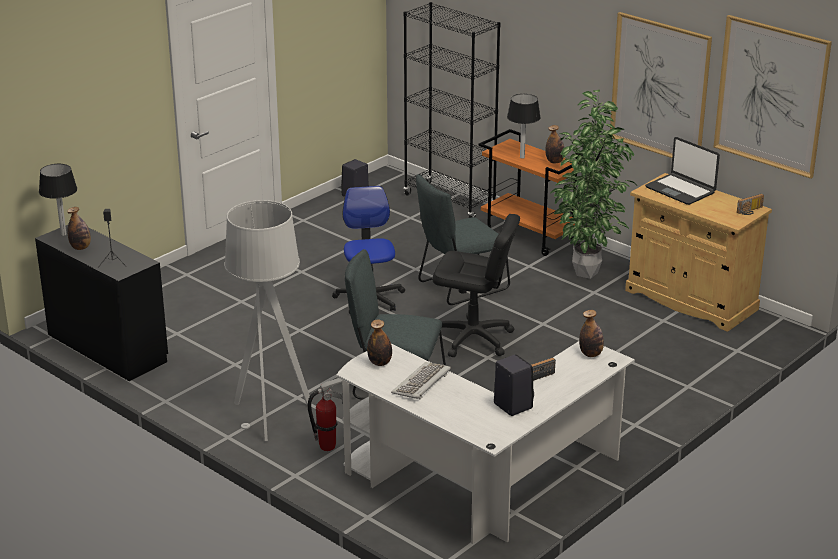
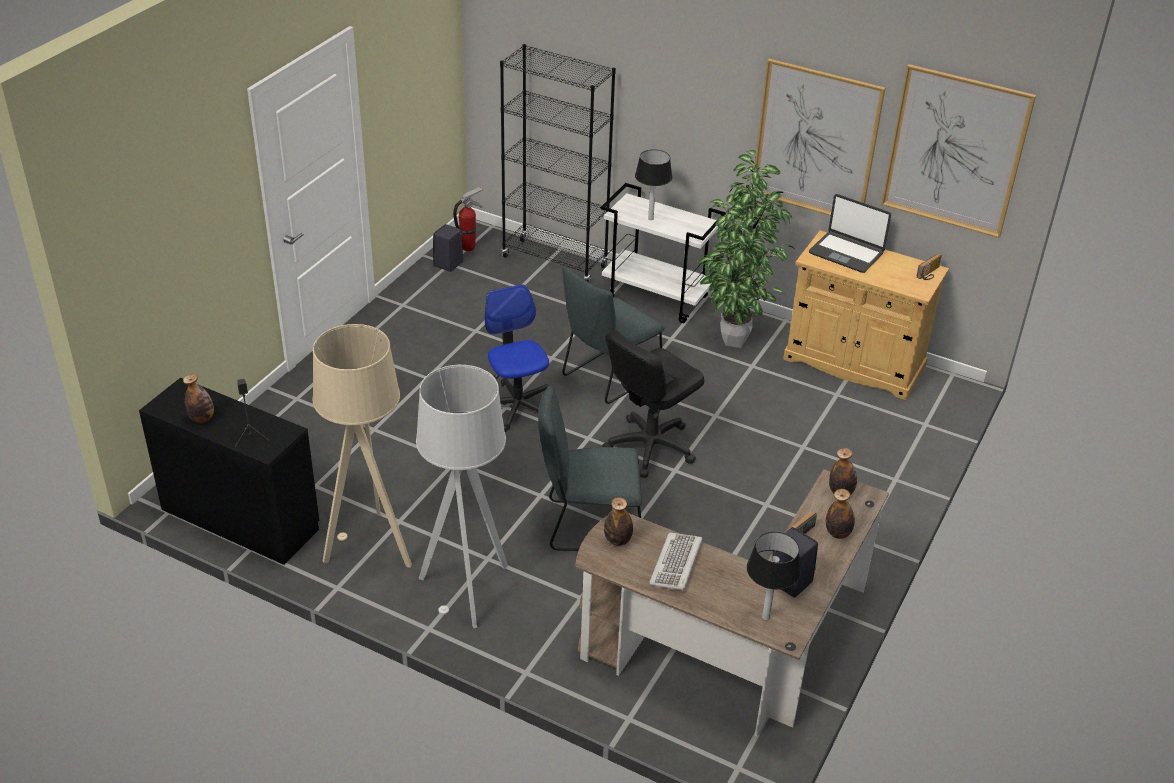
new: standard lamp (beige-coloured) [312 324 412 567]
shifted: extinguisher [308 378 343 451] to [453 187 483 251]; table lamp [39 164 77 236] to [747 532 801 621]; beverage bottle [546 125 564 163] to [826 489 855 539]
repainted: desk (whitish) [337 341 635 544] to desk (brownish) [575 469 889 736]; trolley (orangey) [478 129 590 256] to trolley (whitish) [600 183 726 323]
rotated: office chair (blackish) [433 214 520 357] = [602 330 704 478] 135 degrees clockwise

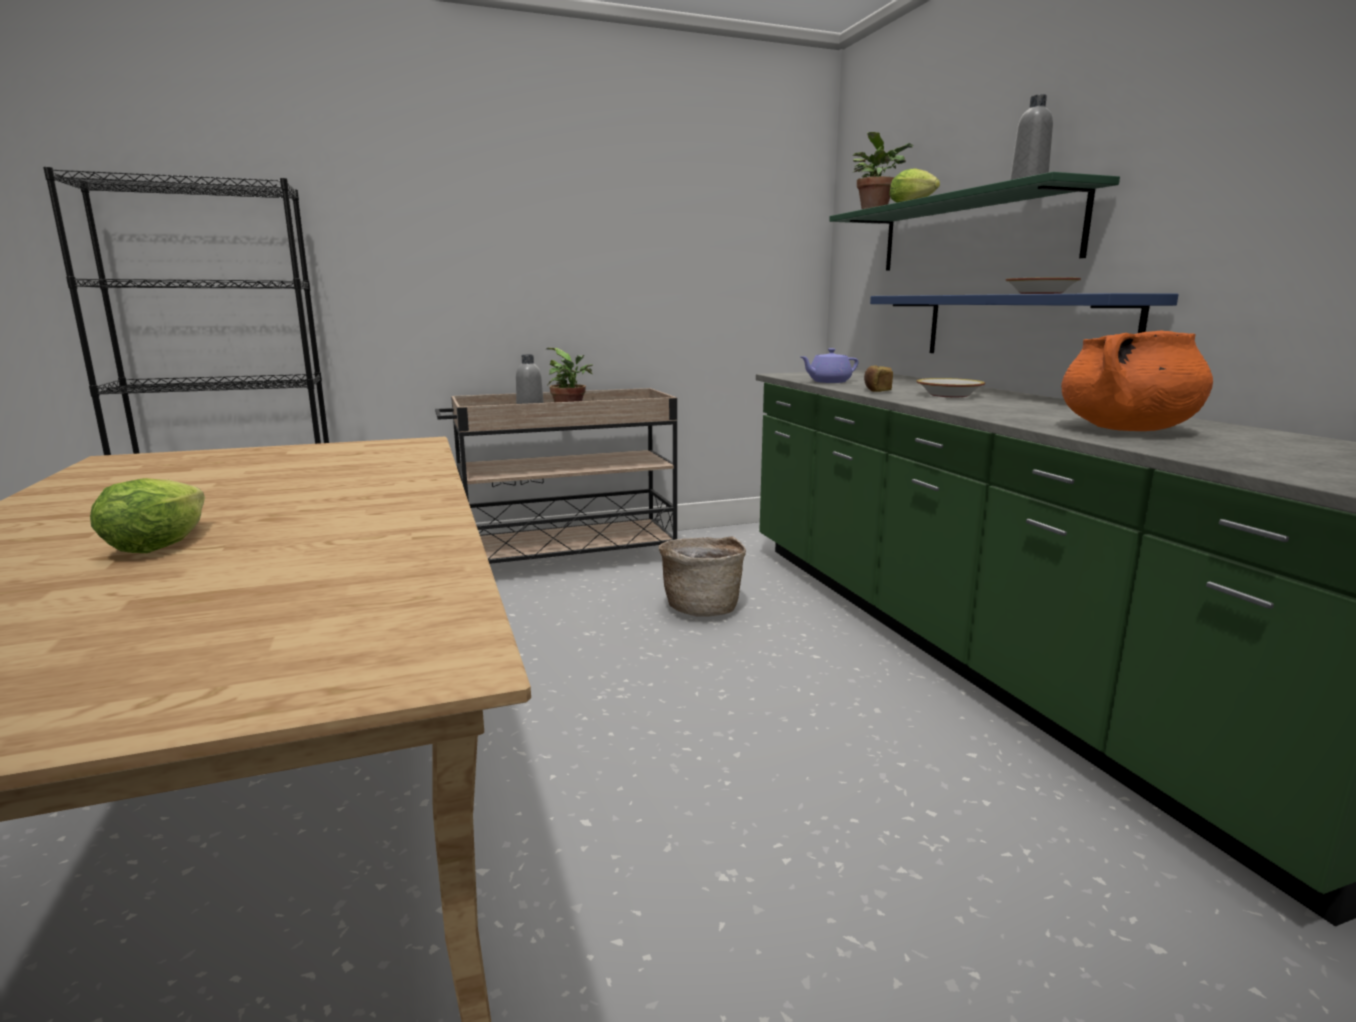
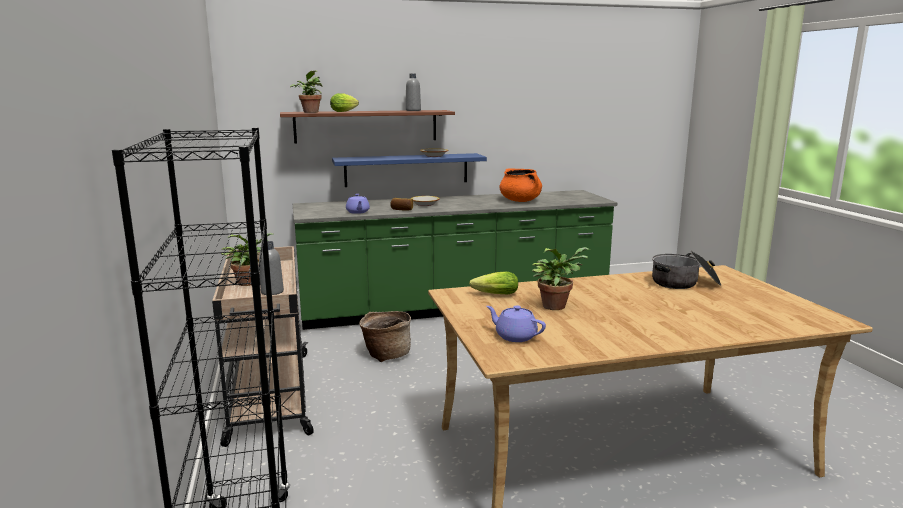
new: teapot (purple) [486 305 546 342]; houseplant [532 247 590 310]; cooking pot [652 251 721 289]
shifted: lettuce head [90 478 205 553] to [469 272 518 295]
repainted: wall shelf (green-coloured) [829 172 1120 271] to wall shelf (brownish) [280 110 455 144]

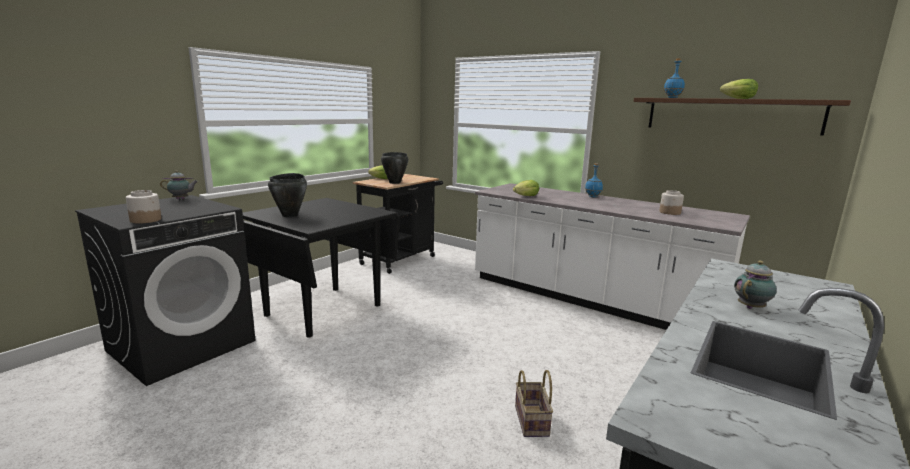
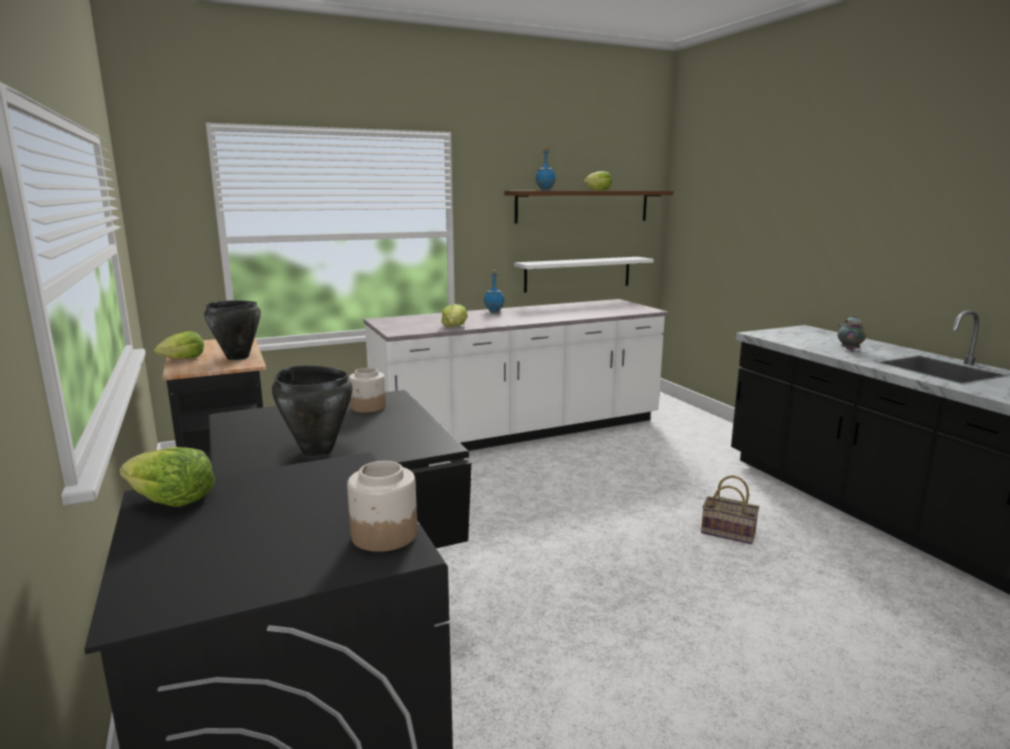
new: wall shelf (whitish) [514 257 654 293]
shifted: preserve jar [659 190 684 215] to [349 368 386 413]
swapped: teapot [160 171 198 199] to lettuce head [120 447 215 507]

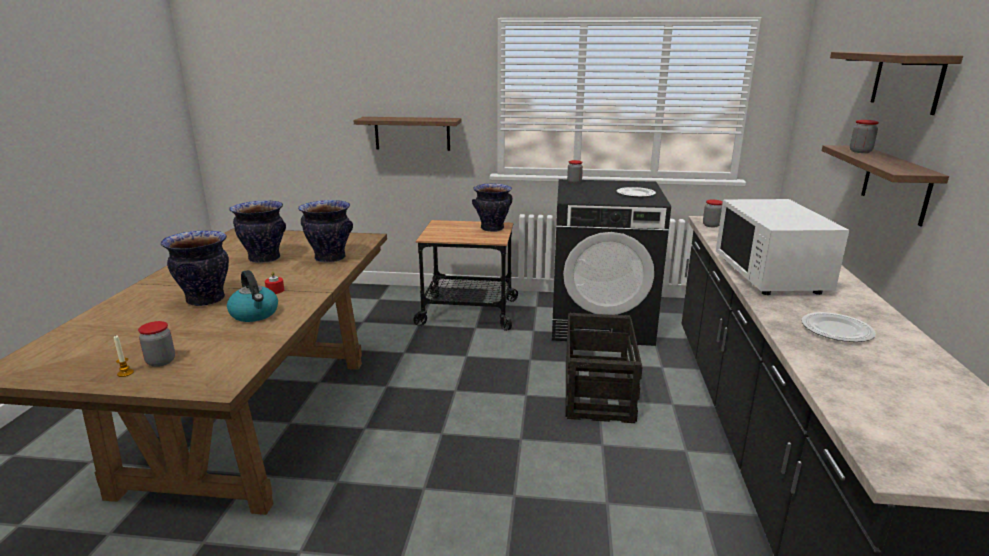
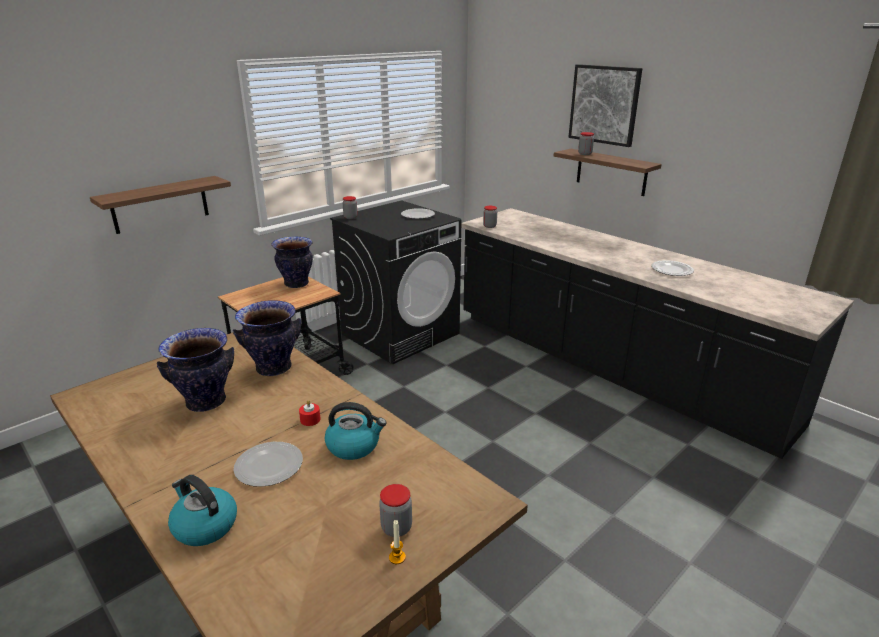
gone: shipping crate [566 313 643 423]; kitchen microwave (whitish) [716 199 849 295]
new: tea kettle [168 475 237 546]
swapped: flower vase [161 231 229 306] to plate [233 442 303 487]; wall shelf [830 52 963 115] to wall picture [568 64 643 147]

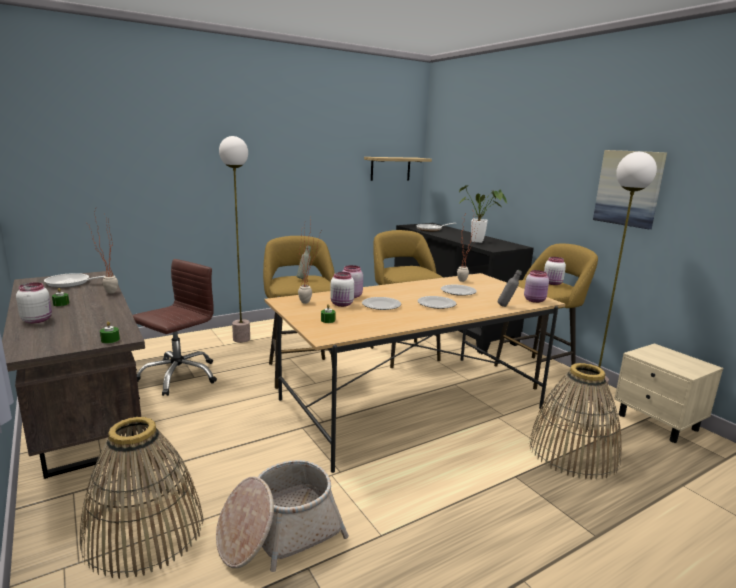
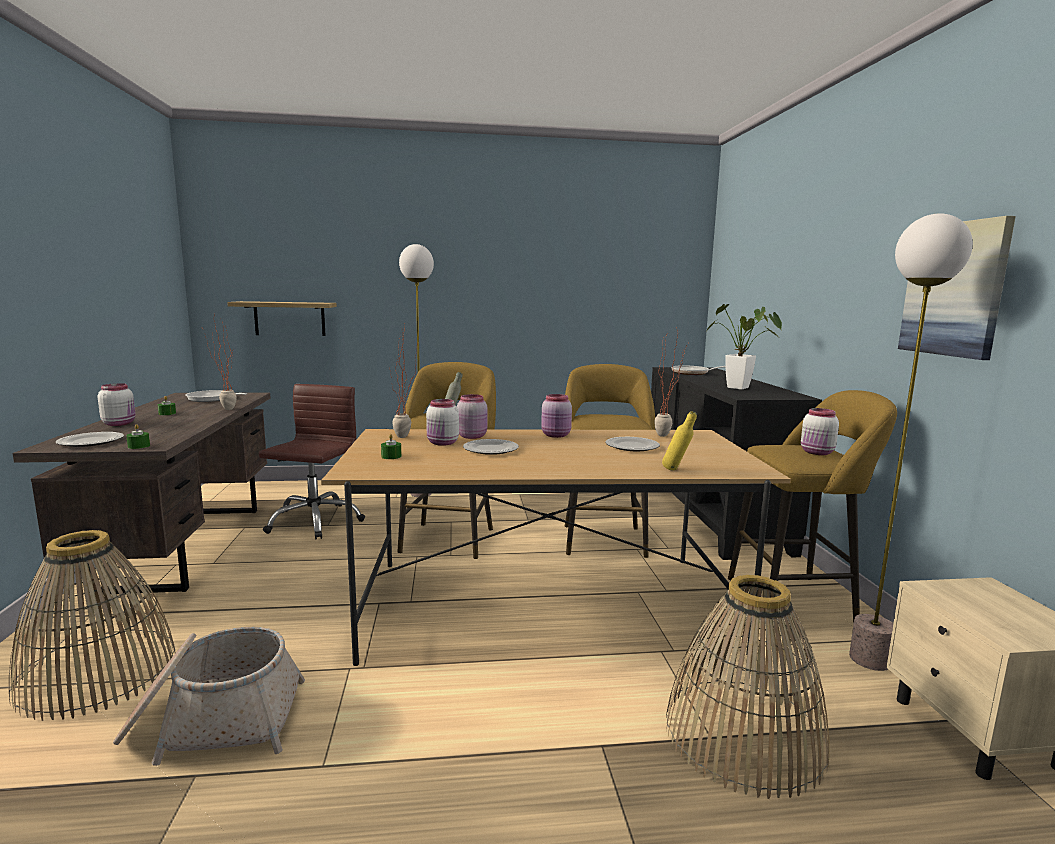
shifted: plate [418 296 456 309] to [56 432 124 447]; wall shelf [364 157 432 181] to [227 301 337 336]; preserve jar (pink) [524 270 549 303] to [541 394 572 438]
repainted: beverage bottle (gray) [498 270 522 307] to beverage bottle (yellow) [662 411 697 471]
rotated: office chair (brownish) [133 259 217 396] = [259 384 365 539] 45 degrees counterclockwise

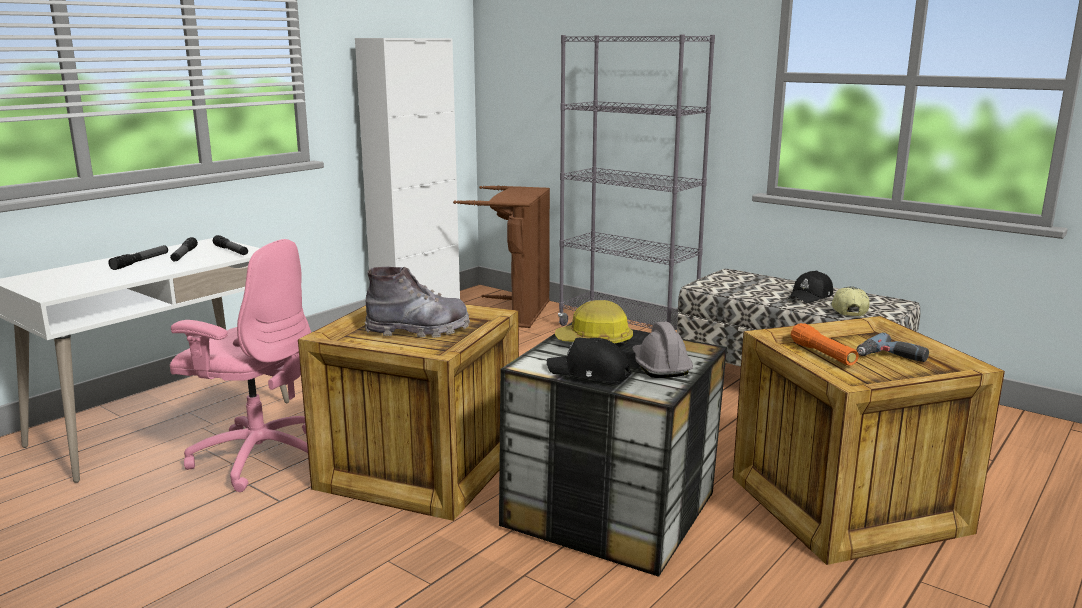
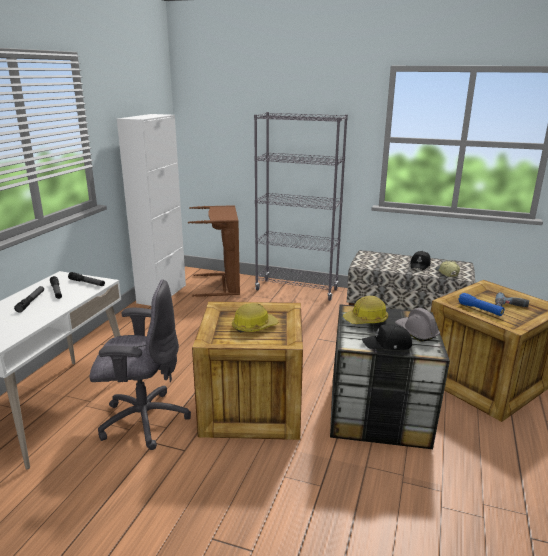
swapped: high-top boot (gray) [365 267 470 338] to safety helmet [232 303 278 332]
repainted: office chair (pink) [170 239 311 492] to office chair (gray) [90 279 191 450]; torch (orangey) [791 323 858 366] to torch (blue) [458 293 505 316]

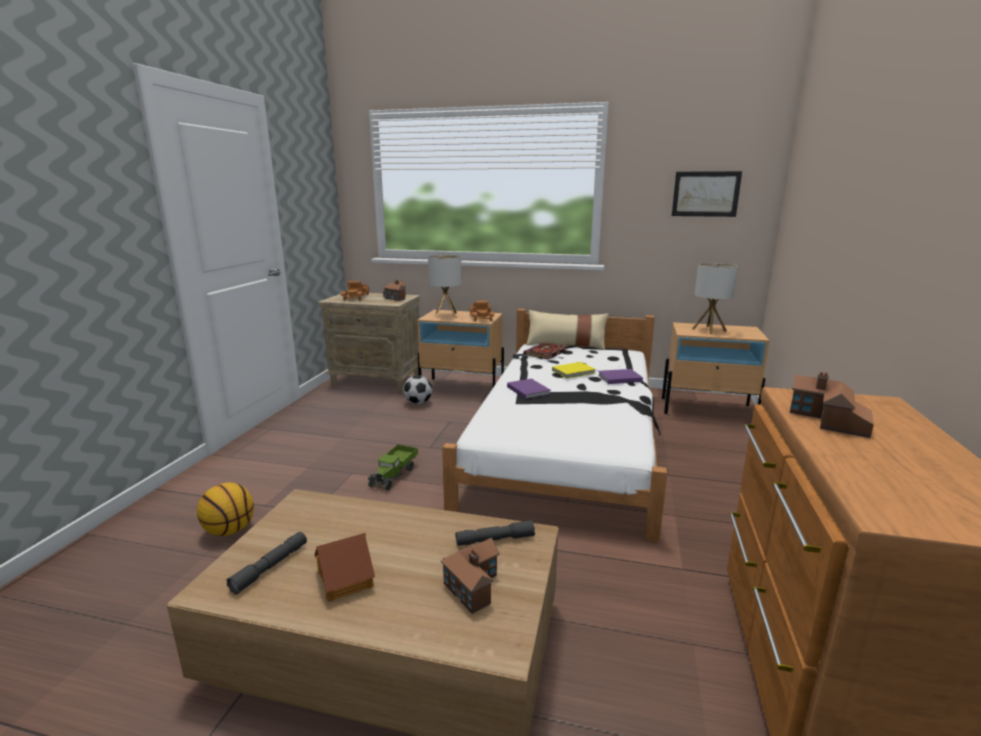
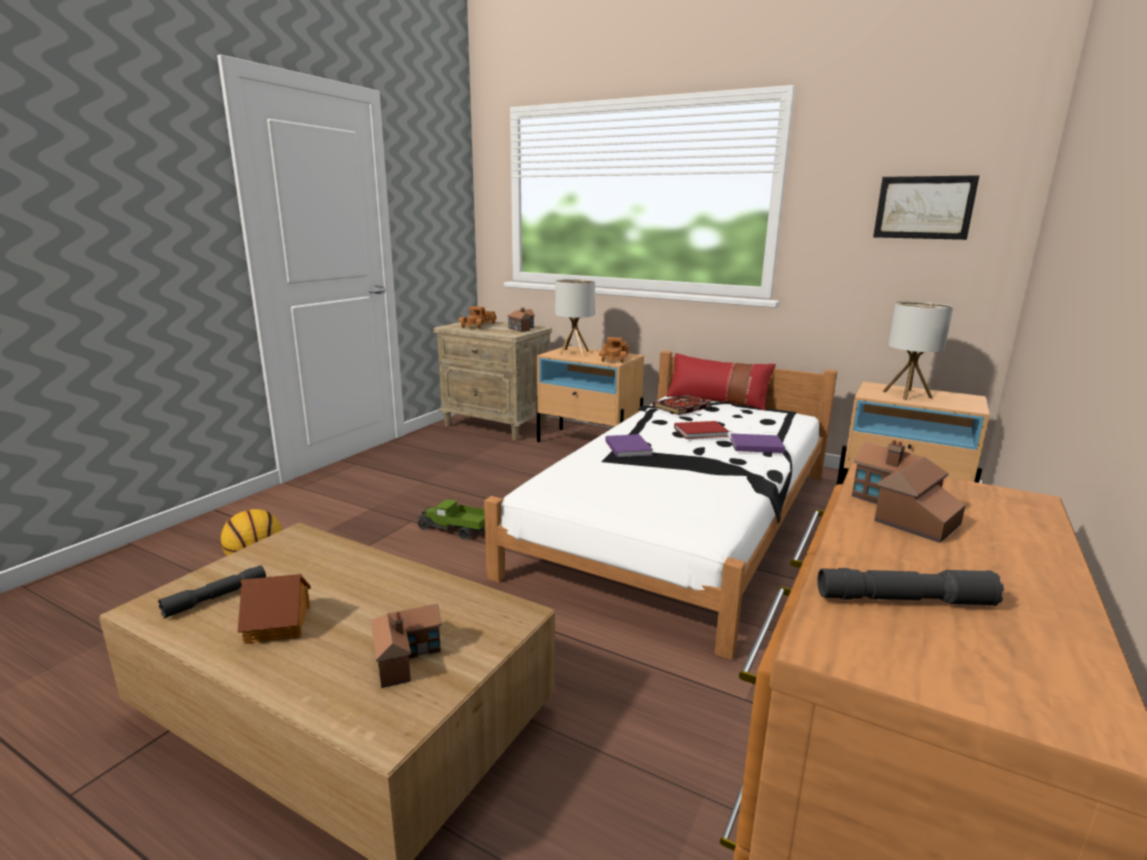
gone: ball for football [403 375 432 404]
shifted: torch (gray) [456 520 535 546] to [817 568 1004 606]
repainted: cushion (beige-coloured) [526 310 608 350] to cushion (red) [666 353 776 410]; bound book (yellow) [552 362 596 379] to bound book (red) [674 421 729 439]
rotated: toy truck [368 444 418 491] = [417 499 485 540] 75 degrees clockwise

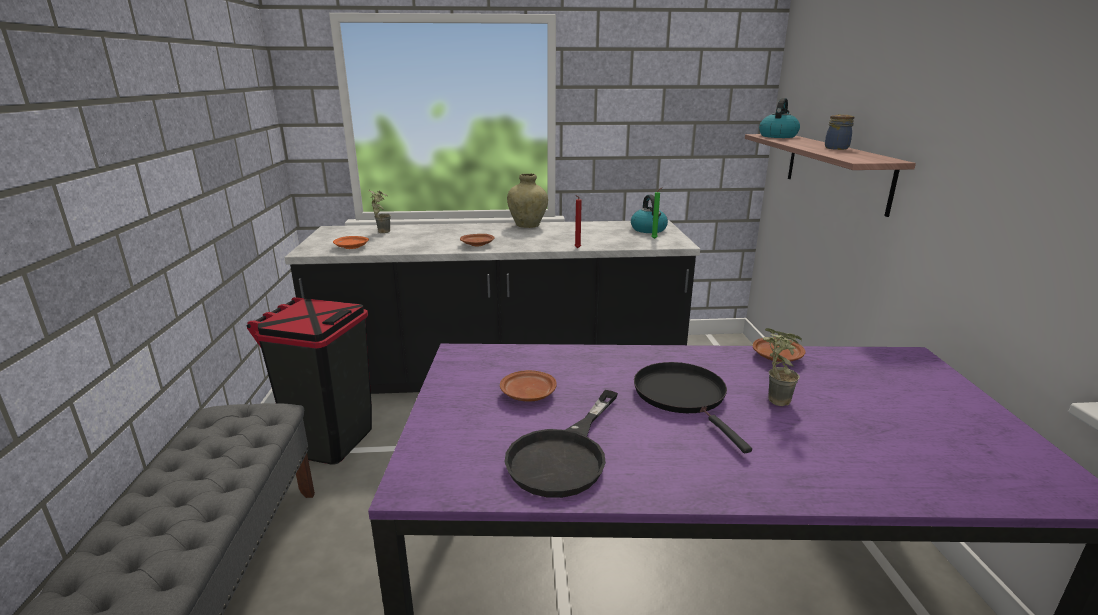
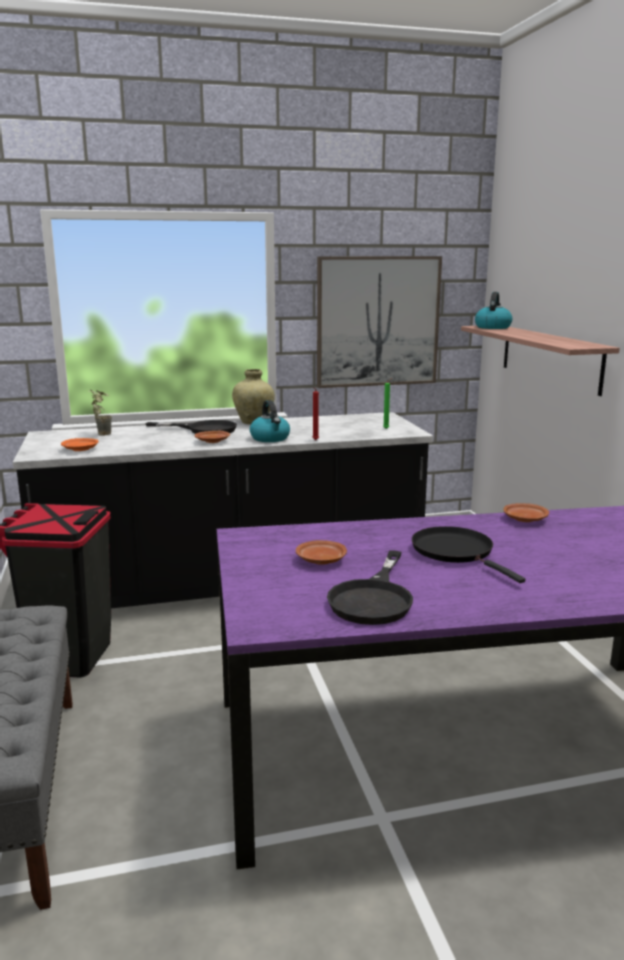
gone: houseplant [763 328 802 406]; preserve jar [825 114 854 150]
new: pan (blackish) [145 420 237 434]; wall picture [317 256 442 388]
shifted: tea kettle [631 195 668 233] to [250 400 290 442]

